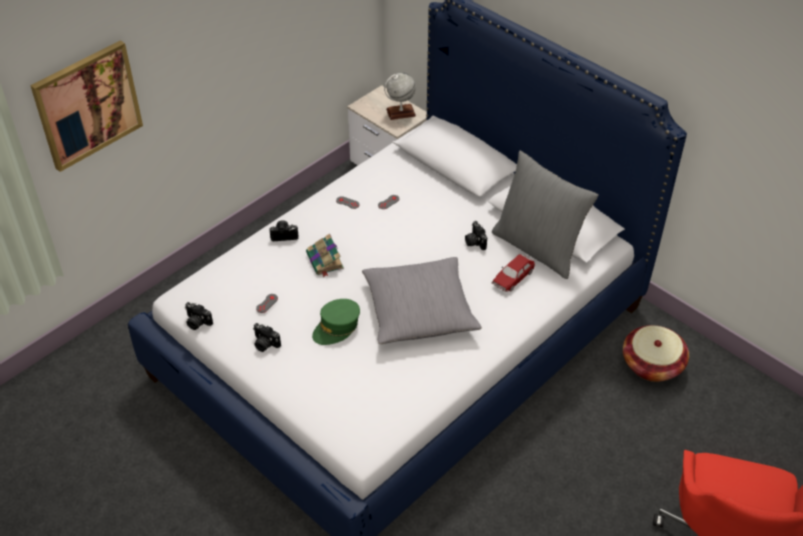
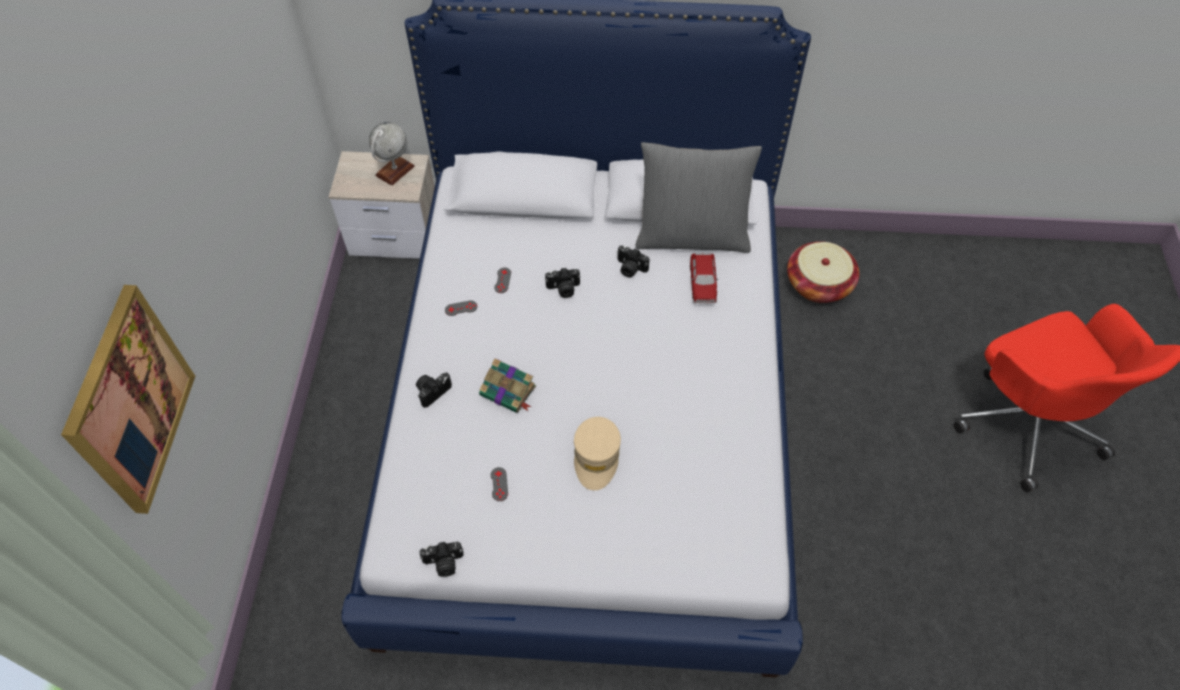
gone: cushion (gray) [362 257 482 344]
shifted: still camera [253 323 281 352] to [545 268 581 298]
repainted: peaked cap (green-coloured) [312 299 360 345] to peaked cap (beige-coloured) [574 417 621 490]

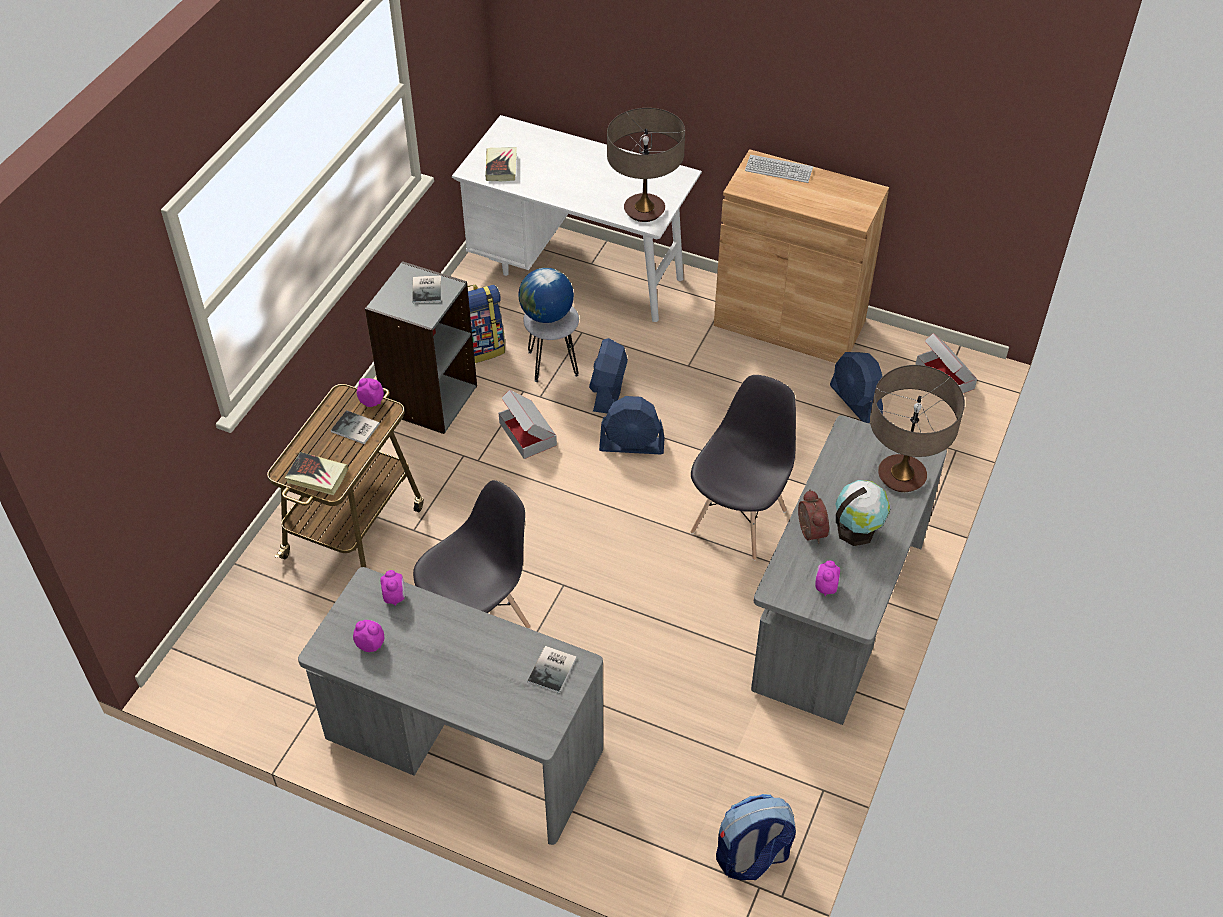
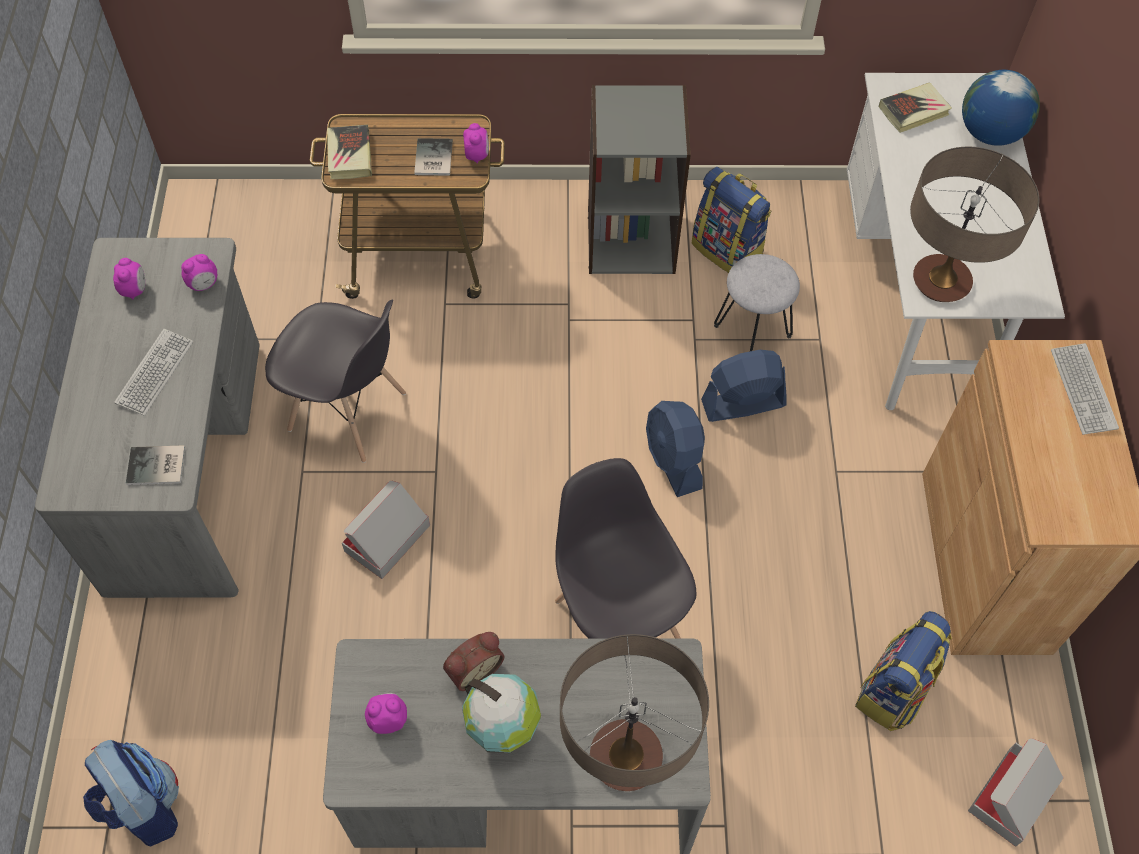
gone: bound book [412 275 441 303]
new: PC keyboard [114 329 193 416]
shifted: cardboard box [499 390 557 459] to [342 481 430 579]; world globe [519 268 574 323] to [962 70 1040 146]
swapped: electric fan (blue) [830 352 883 423] to backpack [855 611 952 731]
rotated: plain chair (gray) [691 375 796 560] = [555 458 696 639] 120 degrees counterclockwise

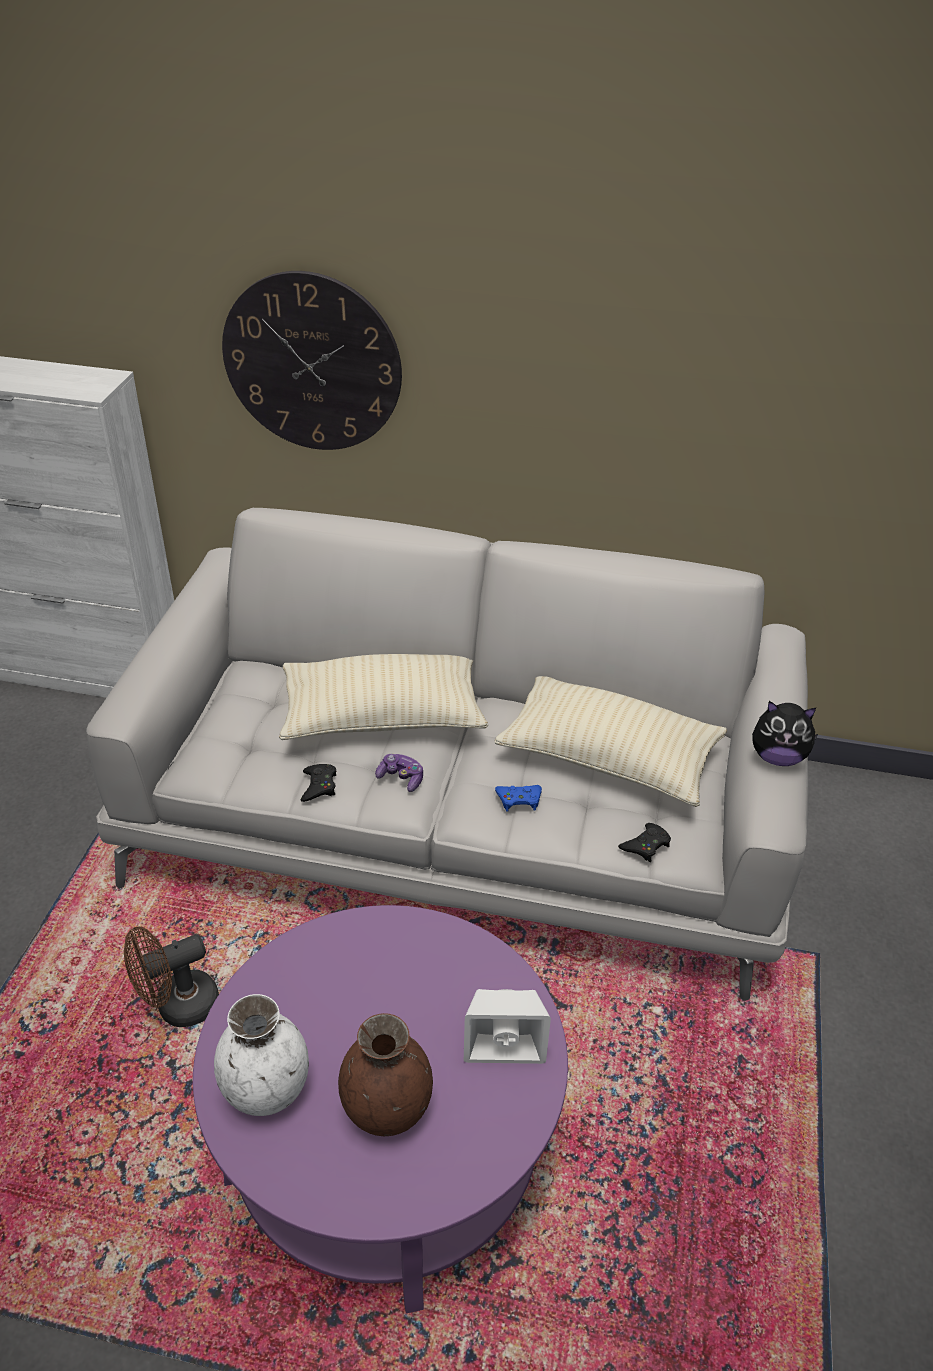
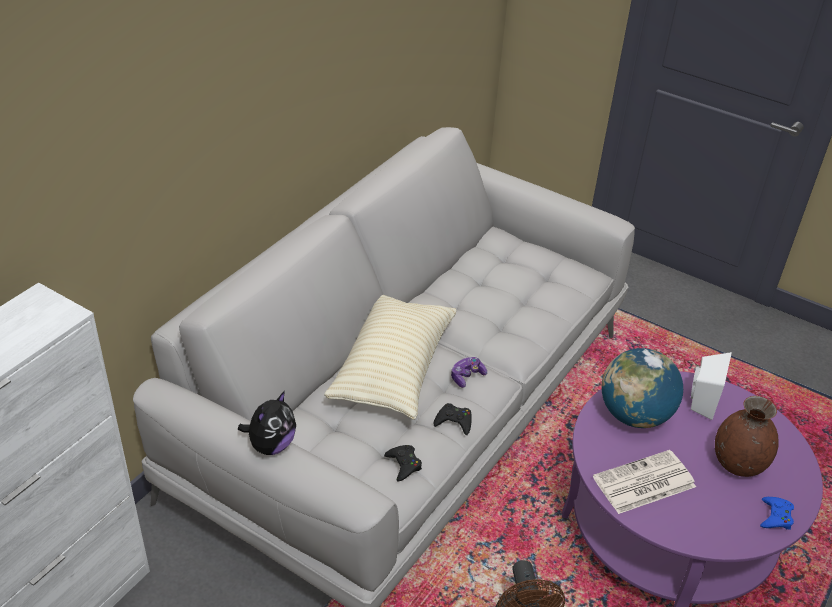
gone: flower vase (whitish) [214 994 309 1116]; clock on the wall [222 271 402 450]; cushion (beige-coloured) [495 676 727 807]
new: printed paper [593 450 696 514]; world globe [601 348 683 428]
shifted: soft toy [752 701 819 766] to [238 391 296 455]; joypad (blackish) [618 823 671 862] to [384 445 422 481]; joypad (blue) [495 785 542 811] to [760 497 794 530]

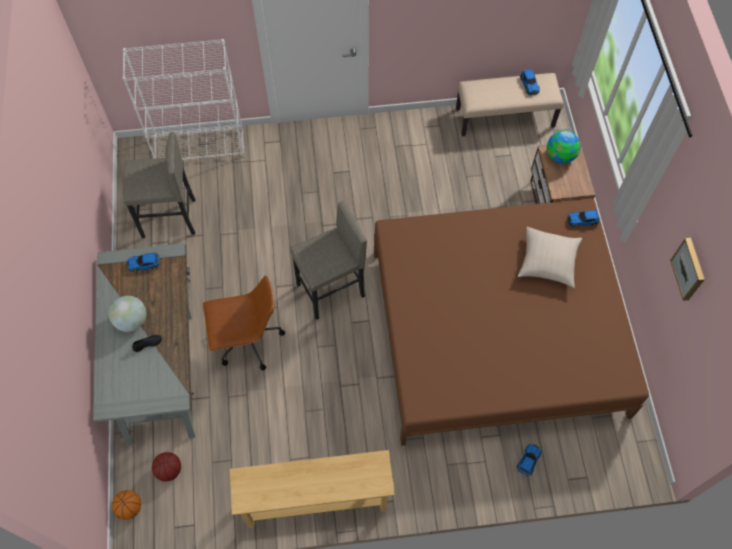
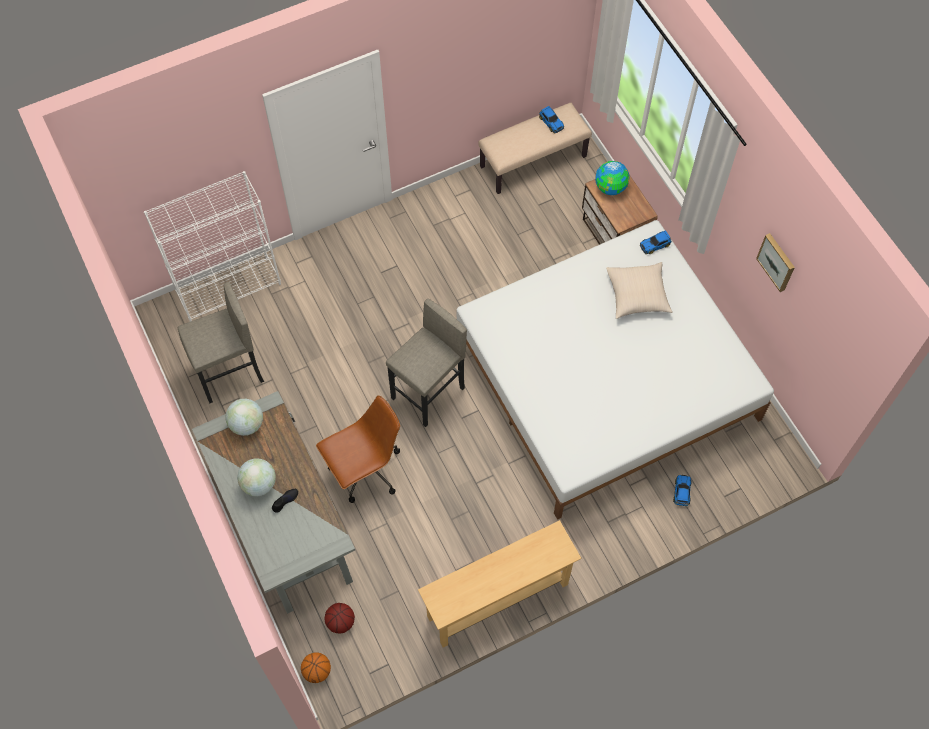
swapped: toy car [127 252 160 272] to world globe [226 399 263 436]
repainted: sleeping bed (brownish) [374 198 649 446] to sleeping bed (whitish) [457 220 774 520]

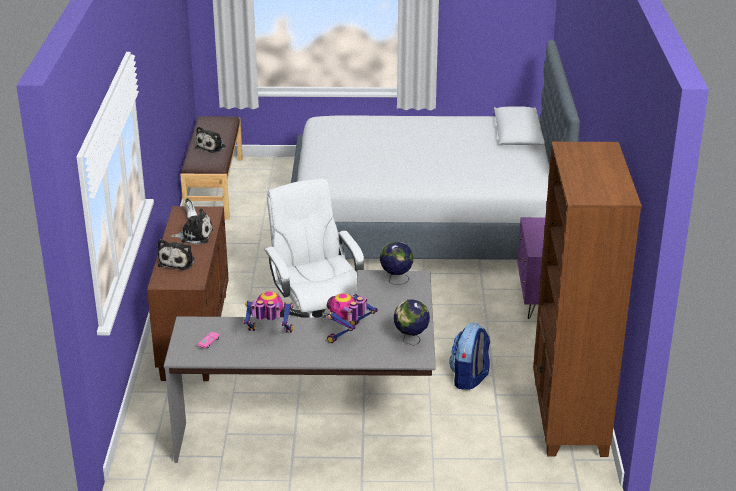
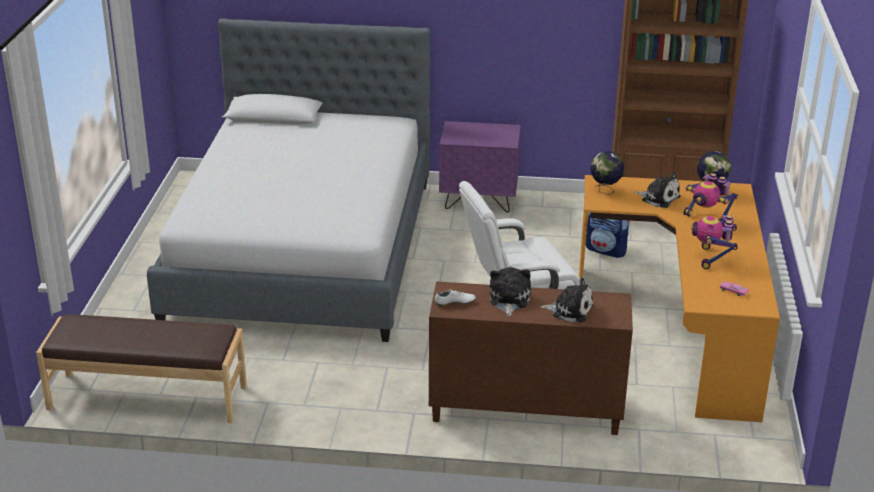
shifted: soft toy [195 126 225 153] to [634 172 681 208]
repainted: desk (gray) [164 270 436 463] to desk (orangey) [579 175 780 422]

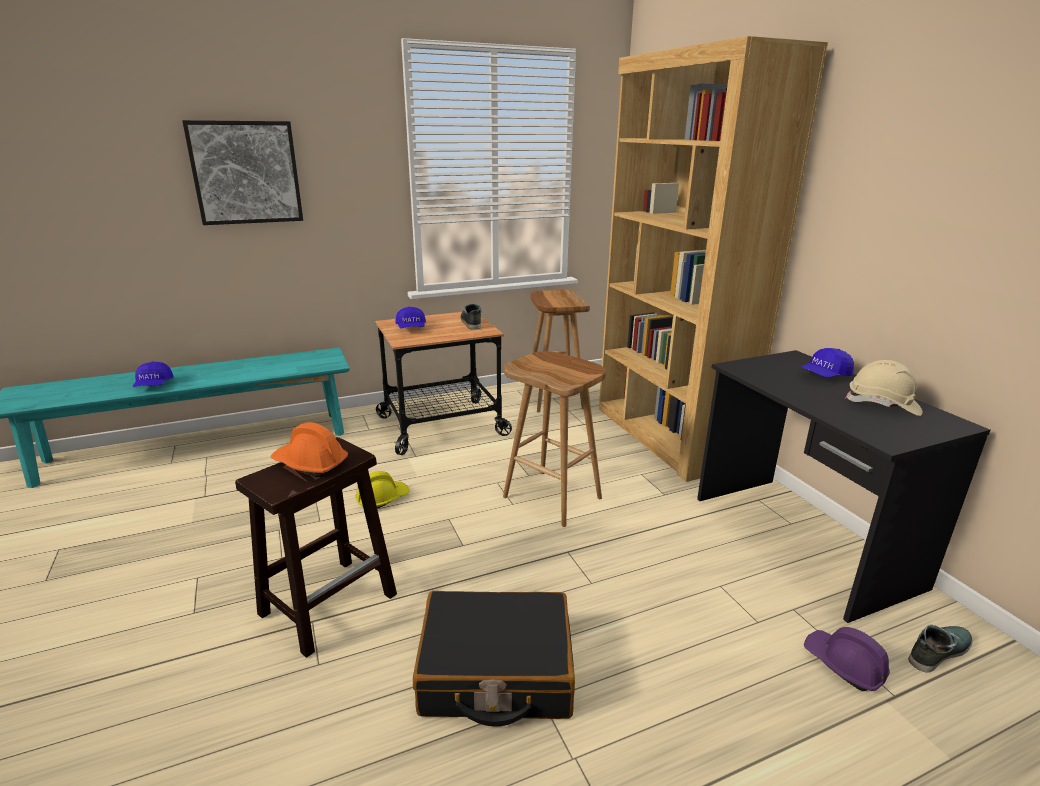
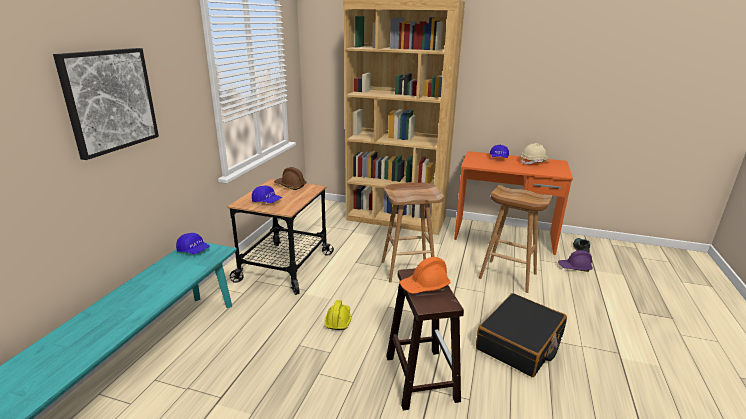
shifted: peaked cap (blue) [133 361 174 387] to [176 233 210 254]; sitting stool (brownish) [530 290 590 412] to [479 185 553 293]
swapped: item of footwear [461 304 481 330] to safety helmet (brownish) [274 167 307 190]
repainted: desk (blackish) [697 350 990 623] to desk (orangey) [454 151 573 255]

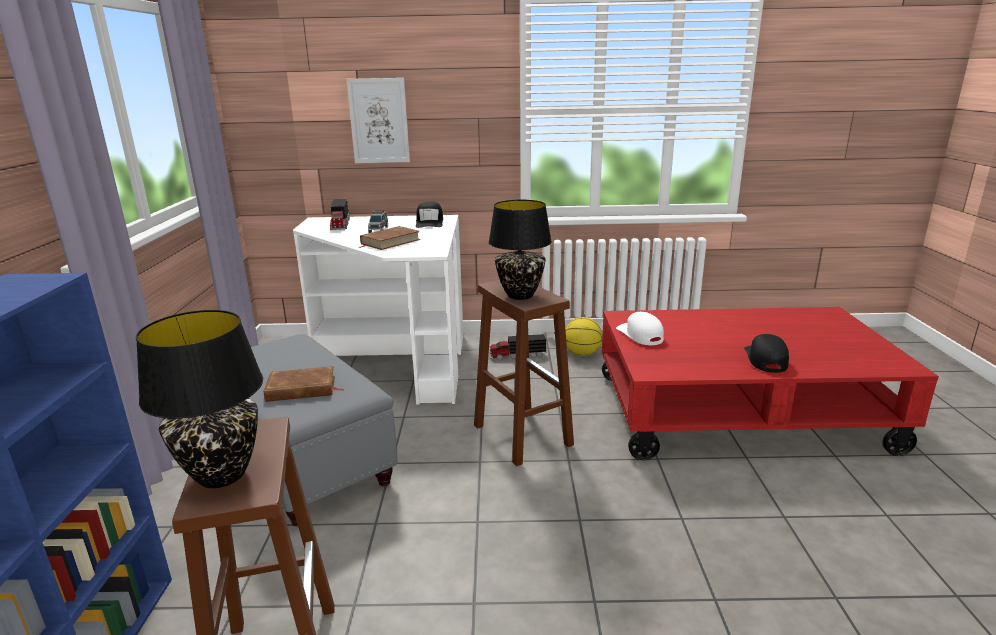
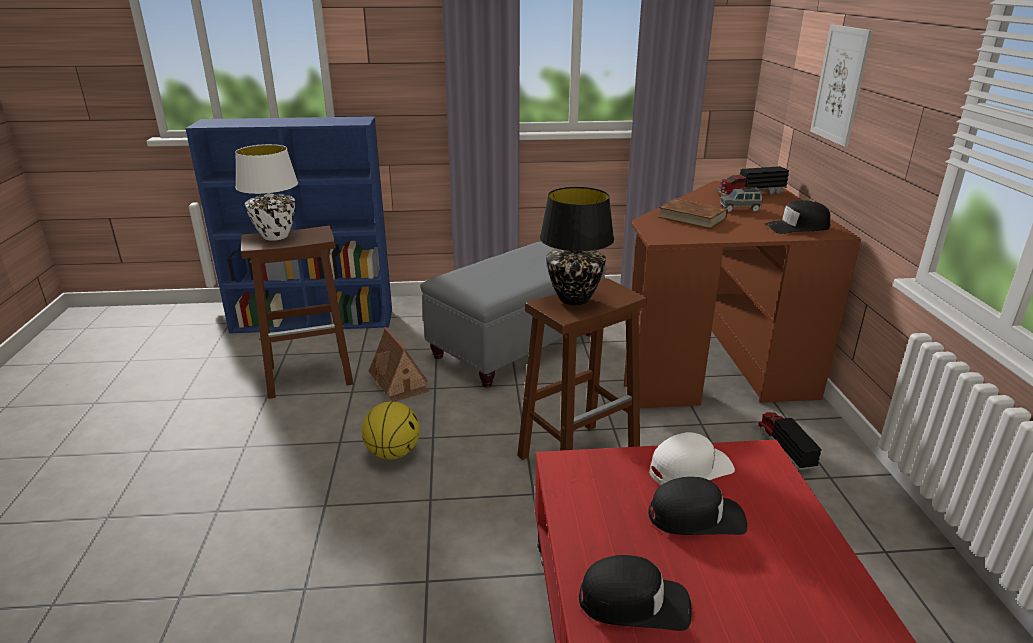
gone: bound book (brownish) [264 366 344 402]
new: model house [369 327 429 402]; peaked cap (blackish) [648 477 747 535]
shifted: basketball [565 317 602 356] to [362 401 420 459]
repainted: table lamp (blackish) [136 310 263 488] to table lamp (whitish) [235 144 298 241]; desk (whitish) [293 215 463 405] to desk (brownish) [624 181 861 408]

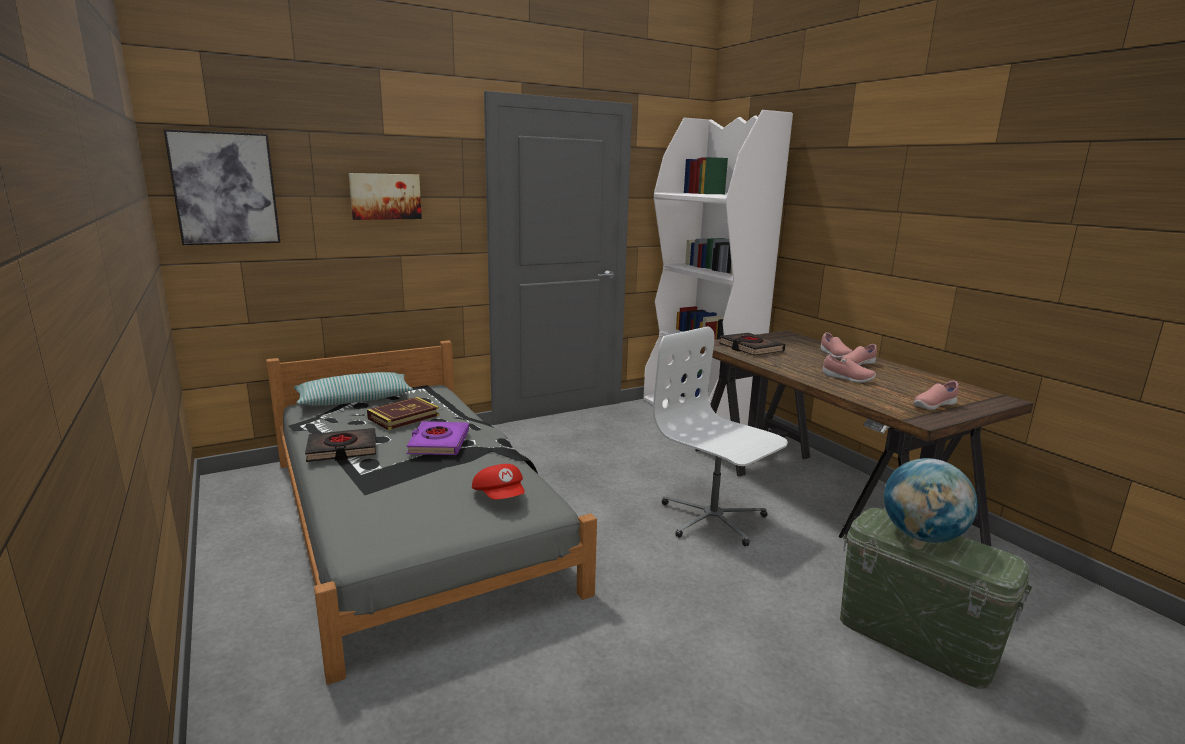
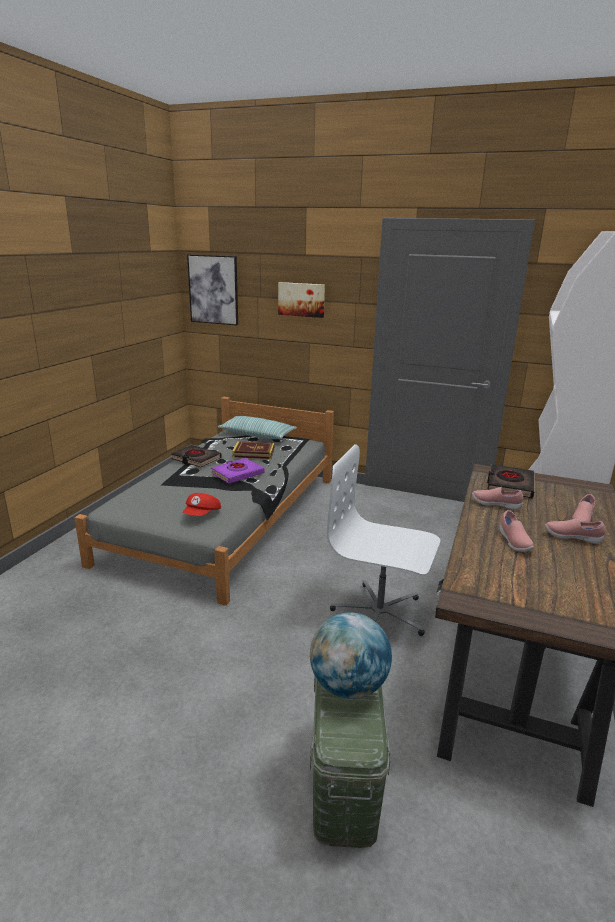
shifted: item of footwear (pink) [913 381 959 410] to [472 487 523 510]
rotated: office chair (whitish) [653 326 788 546] = [327 444 440 636] 75 degrees counterclockwise

